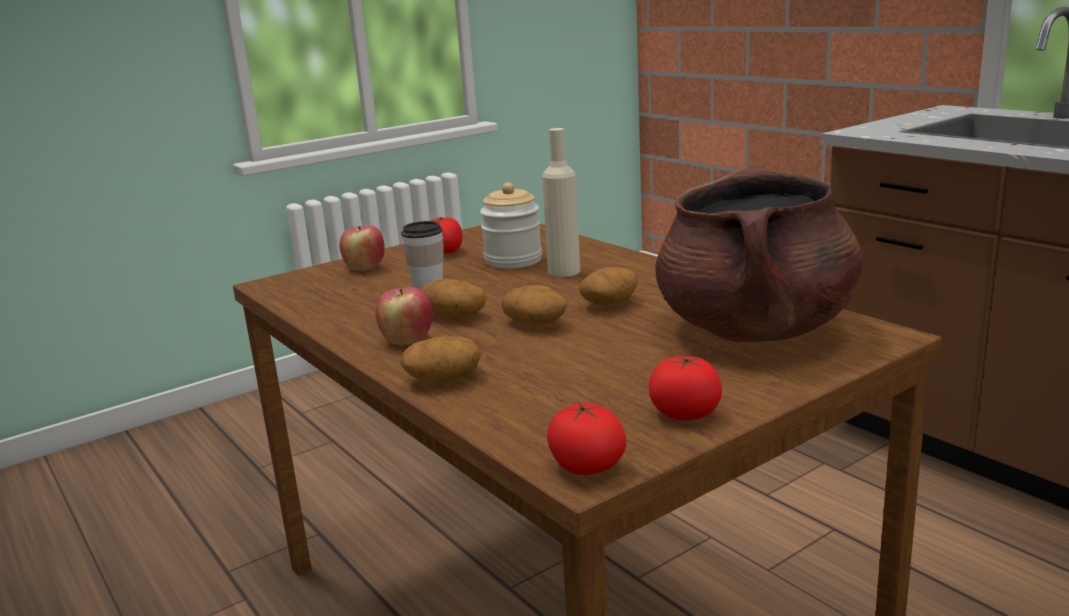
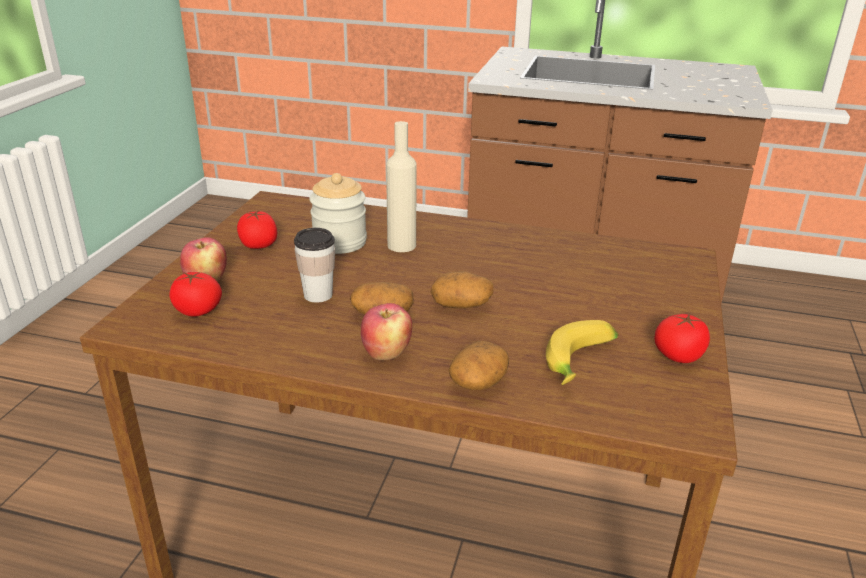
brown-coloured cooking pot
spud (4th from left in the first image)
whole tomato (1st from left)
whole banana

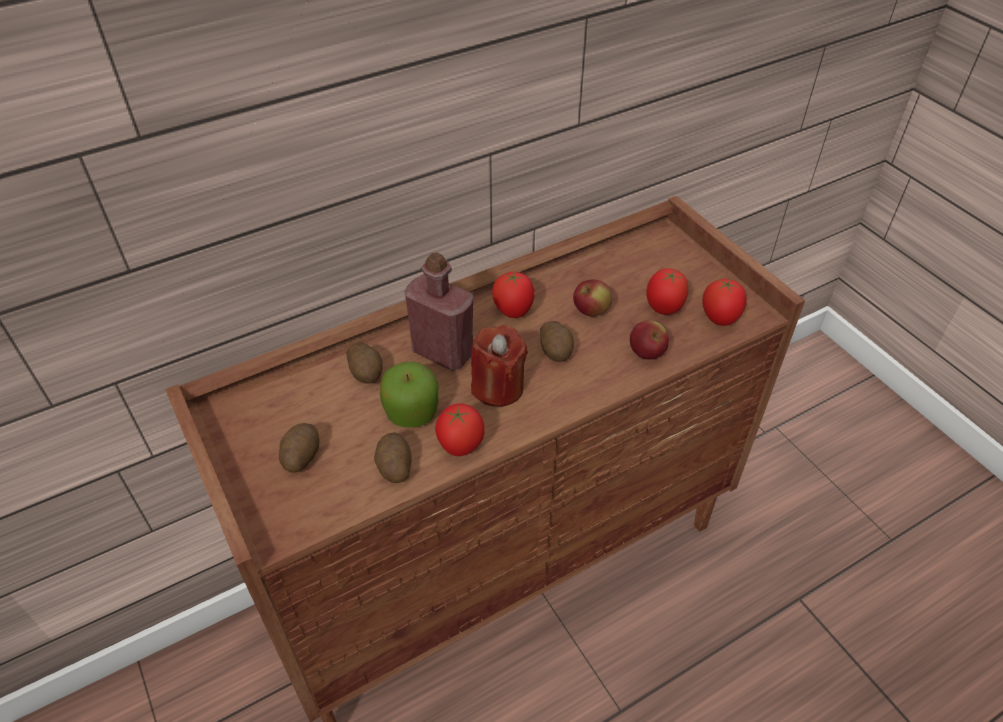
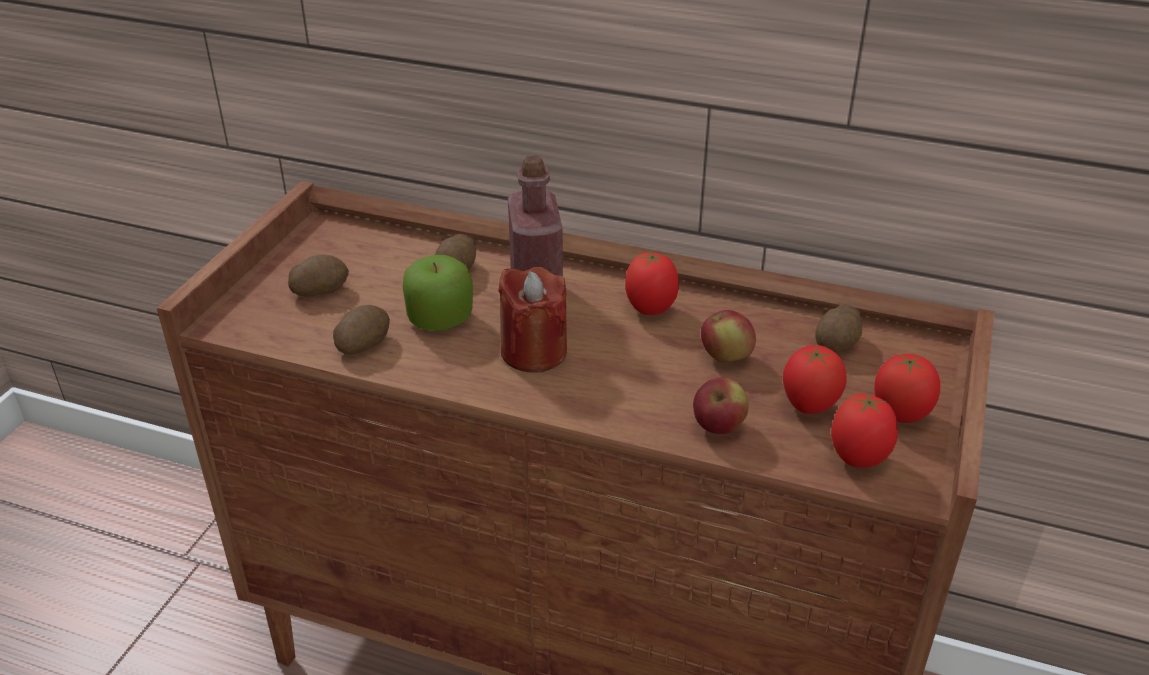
spud (4th from left)
whole tomato (4th from left)

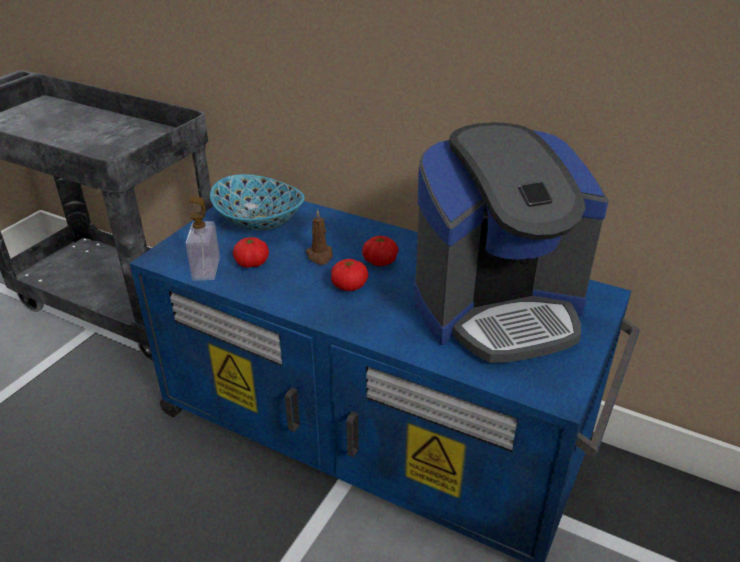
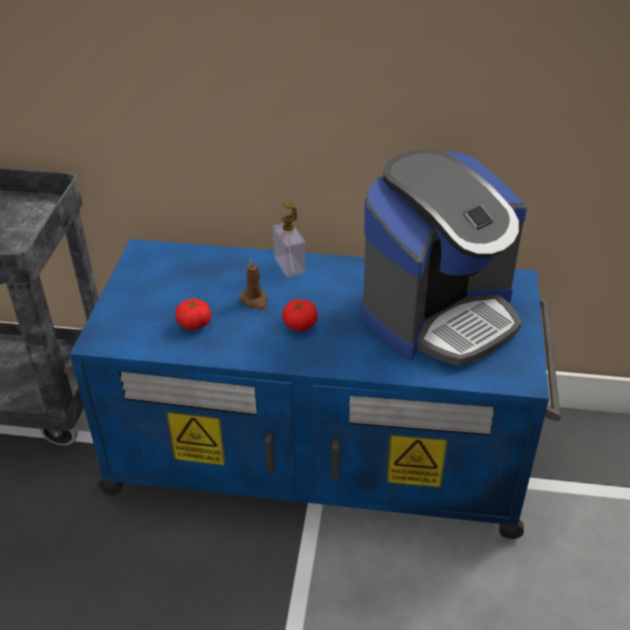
deep dish
soap bottle
whole tomato (3rd from left in the first image)

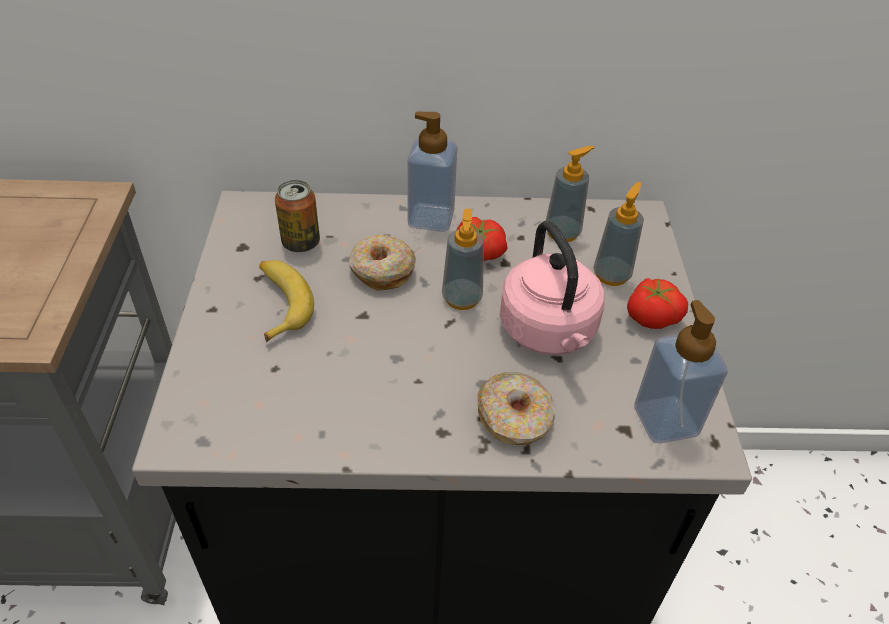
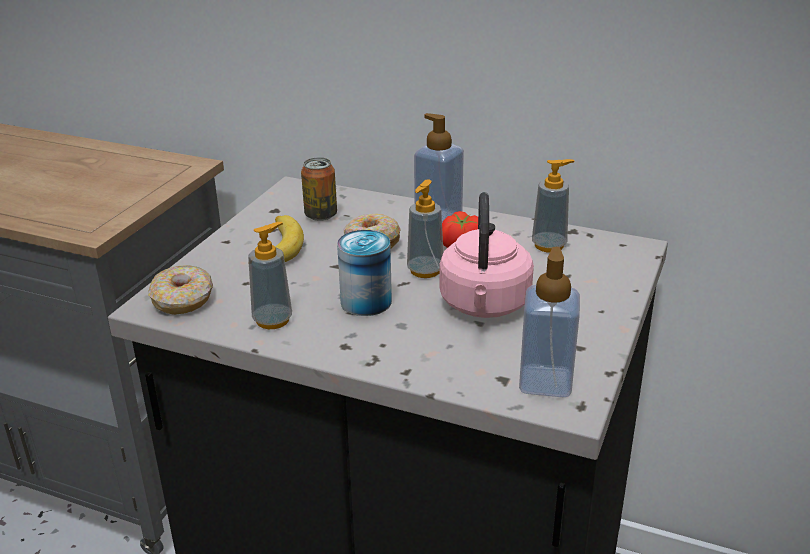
soap bottle (1st from left)
whole tomato (2nd from left in the first image)
ring doughnut (1st from left)
can (2nd from left)

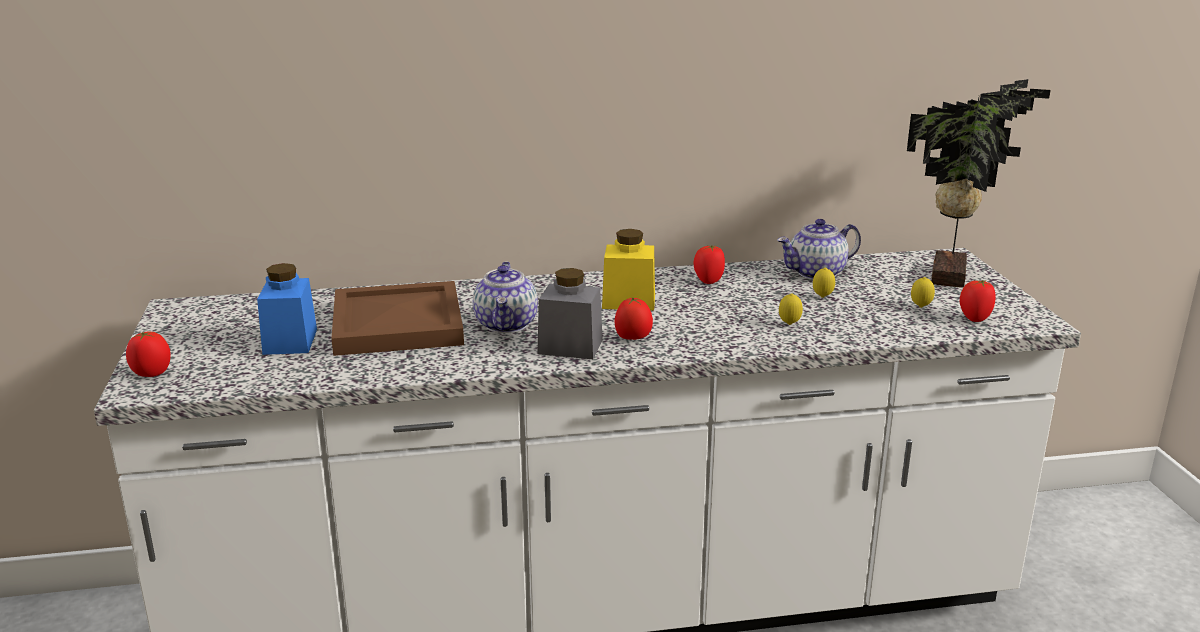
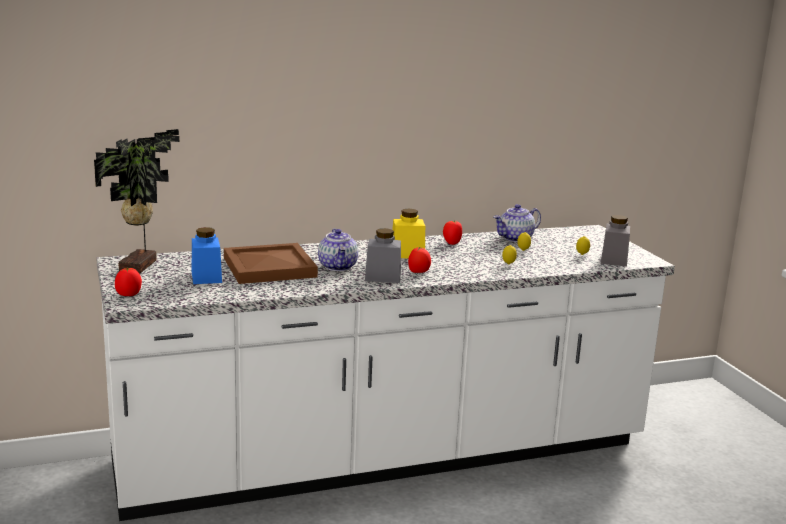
plant in a pot
gray jar (2nd from left)

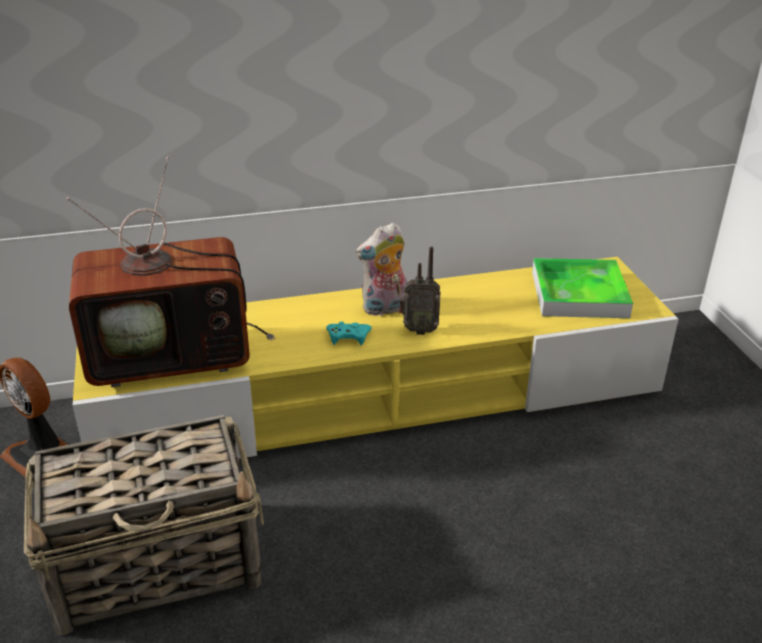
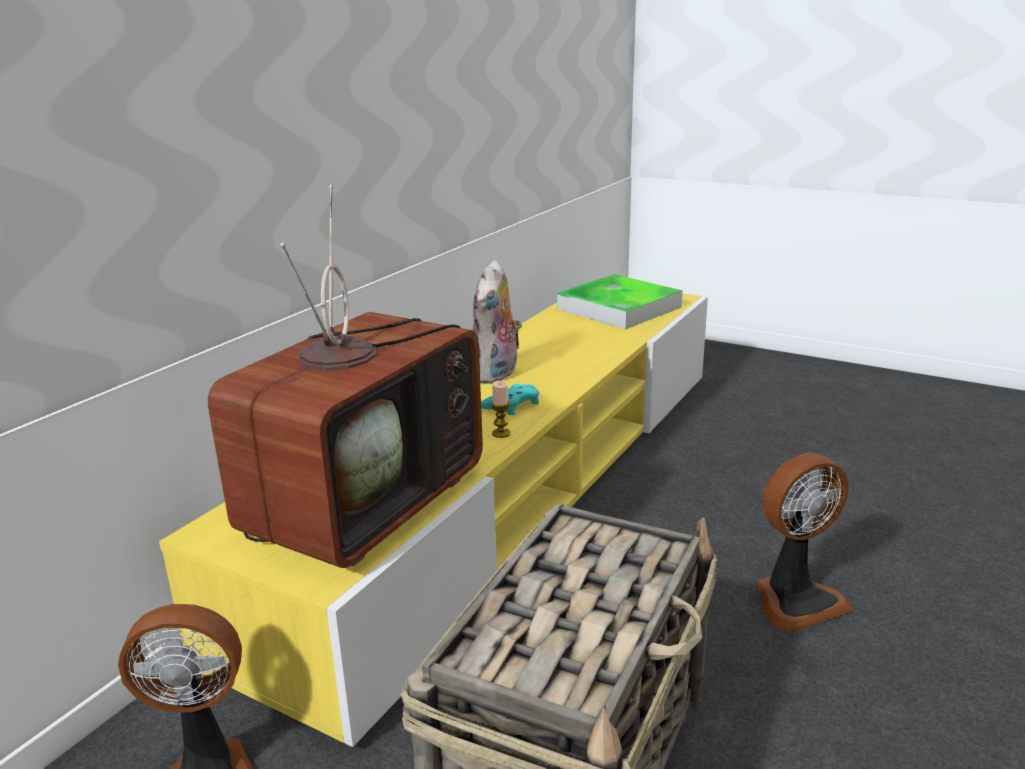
radio receiver
candle
cooling fan (2nd from left)

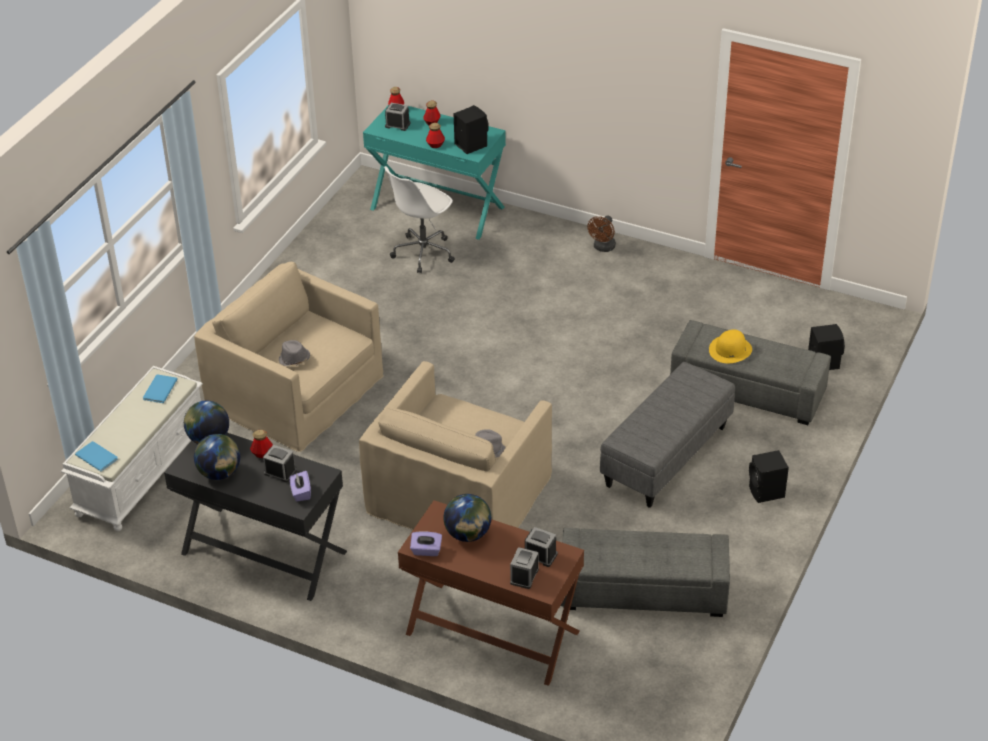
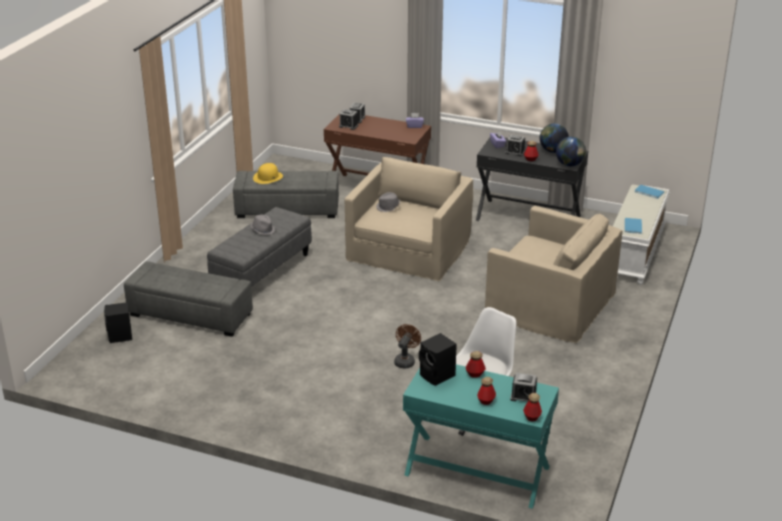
brown-coloured cooling fan
yellow-coloured wearable hat
gray wearable hat (1st from left)
blackish audio speaker (2nd from left in the first image)
world globe (3rd from left in the first image)

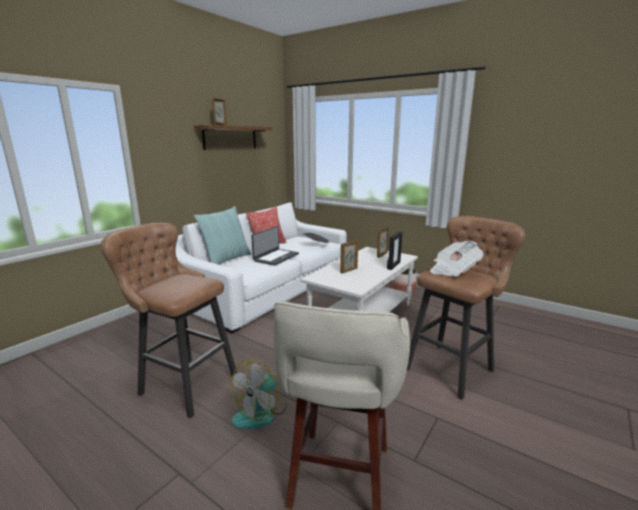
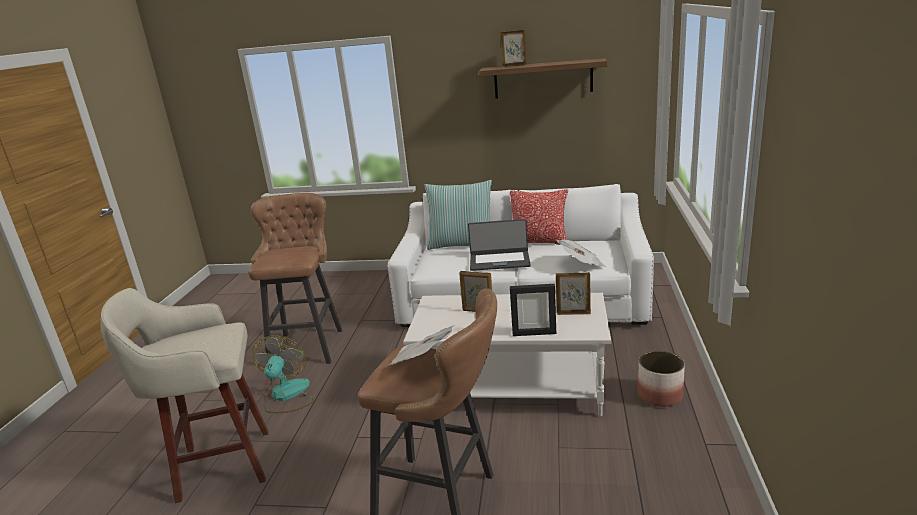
cooling fan

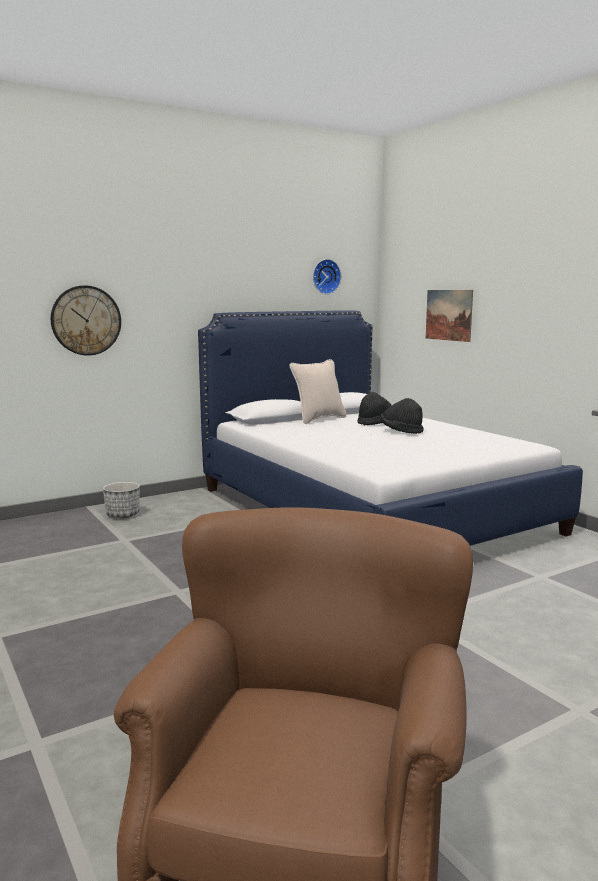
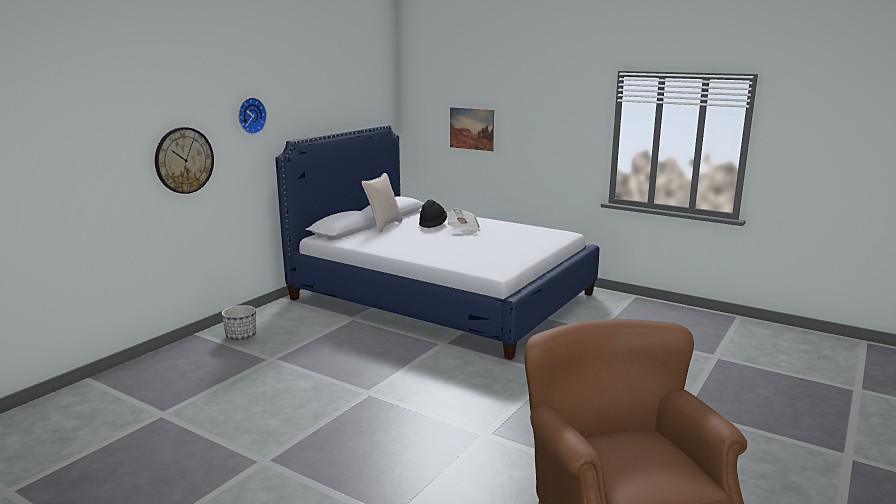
clock on the wall (2nd from left)
daily paper

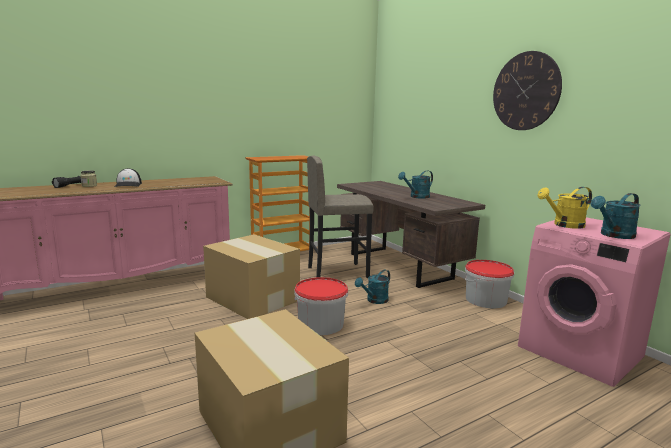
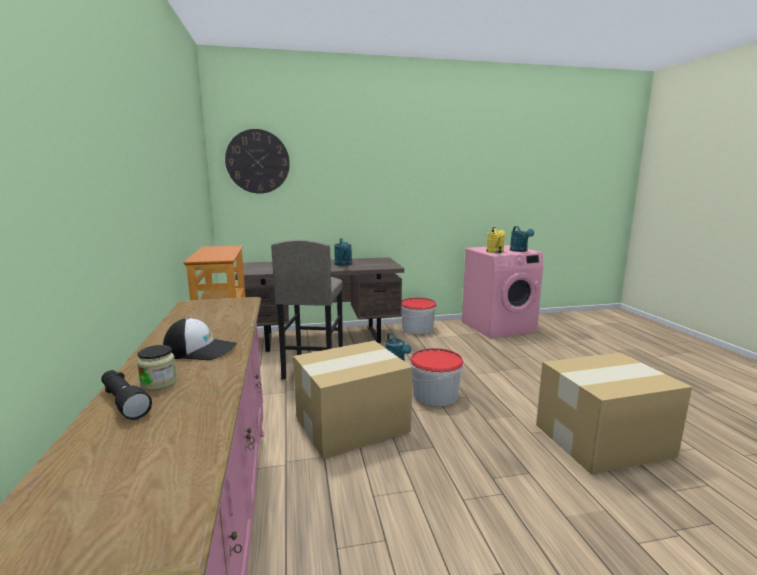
clock on the wall

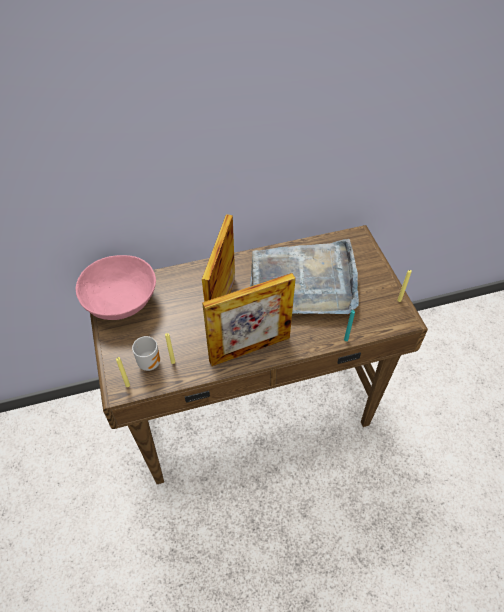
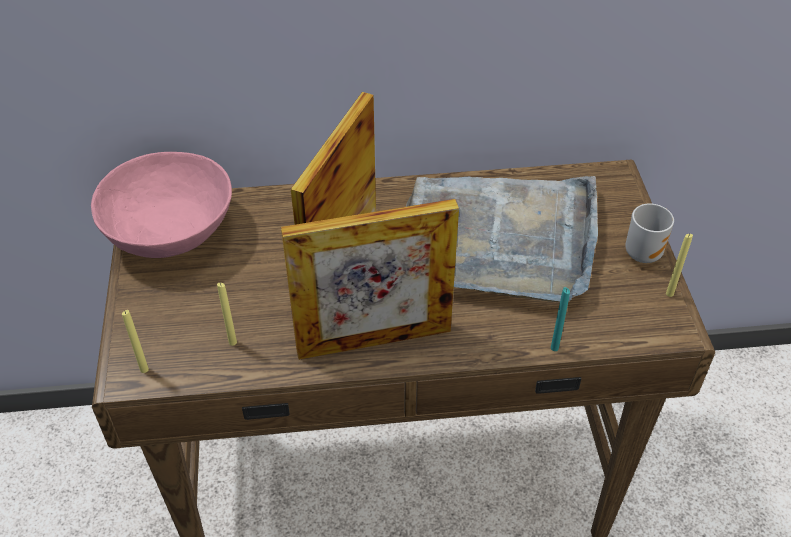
mug

